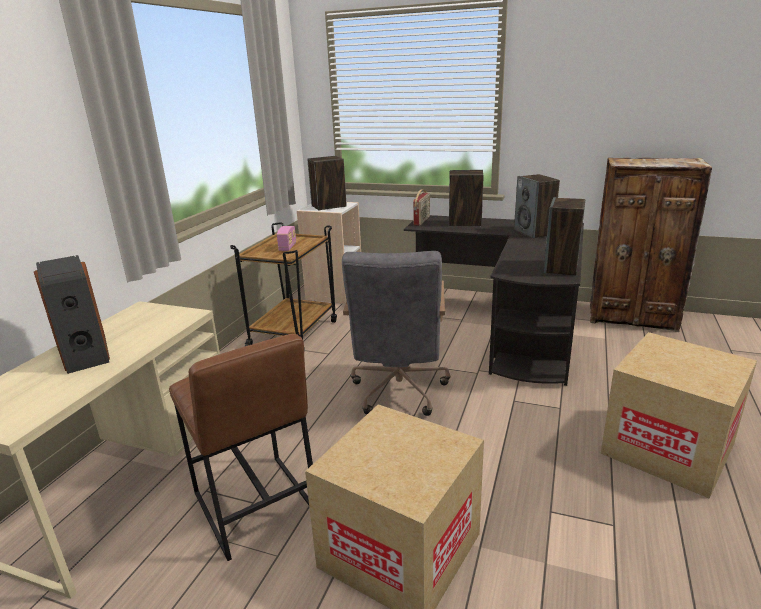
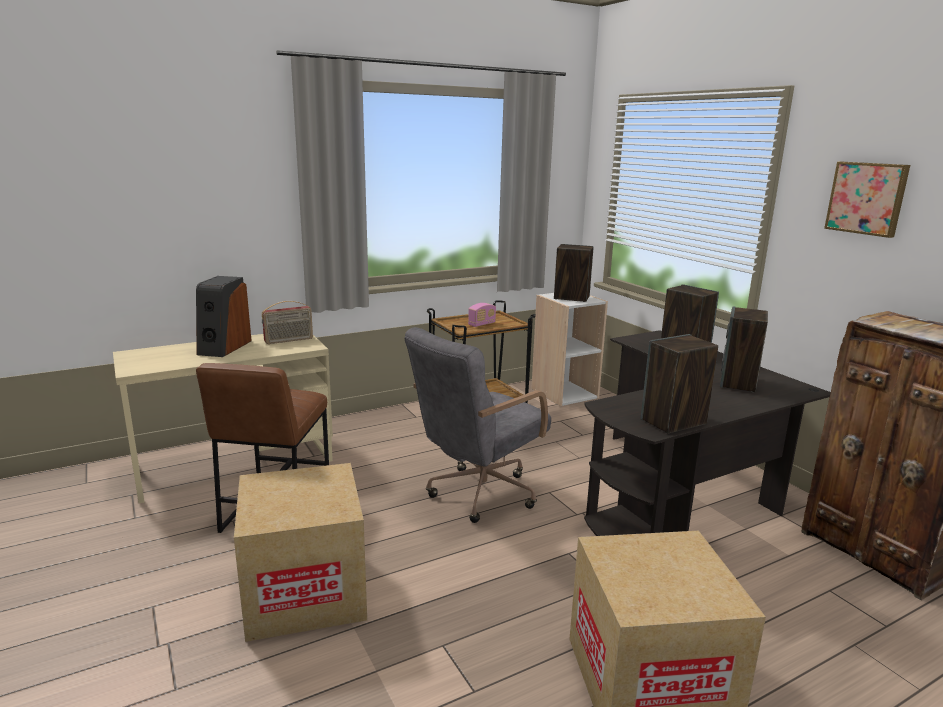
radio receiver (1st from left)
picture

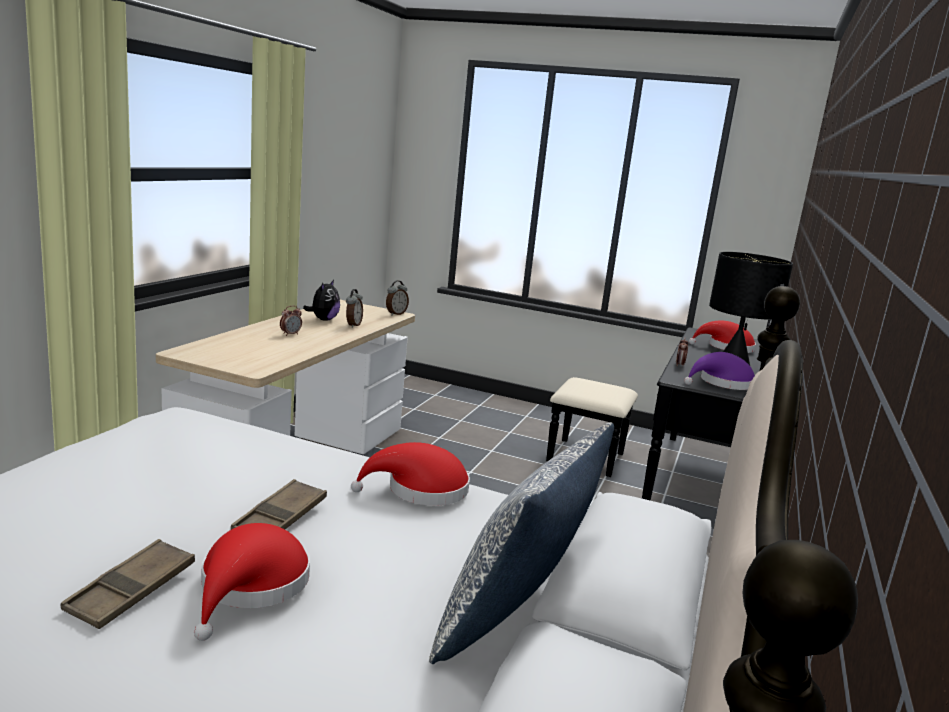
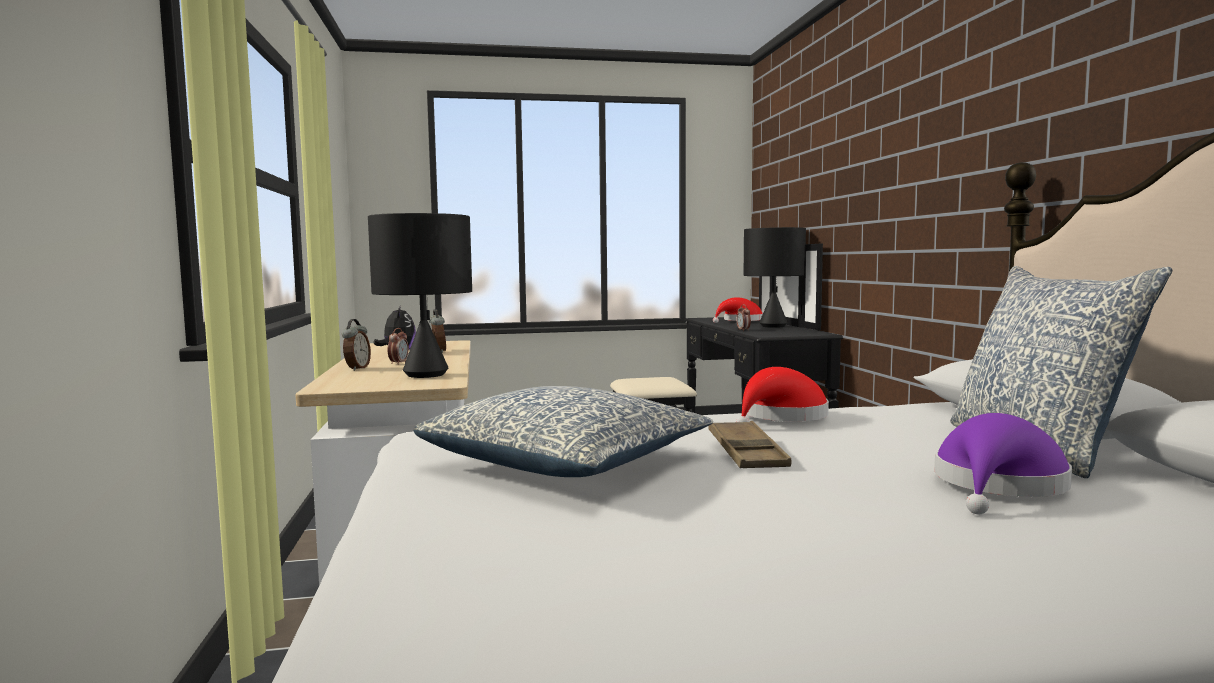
table clock (1st from left)
purple wearable hat
red-coloured wearable hat (1st from left in the first image)
brown-coloured serving tray (1st from left in the first image)
blackish table lamp (1st from left)
pillow (1st from left)

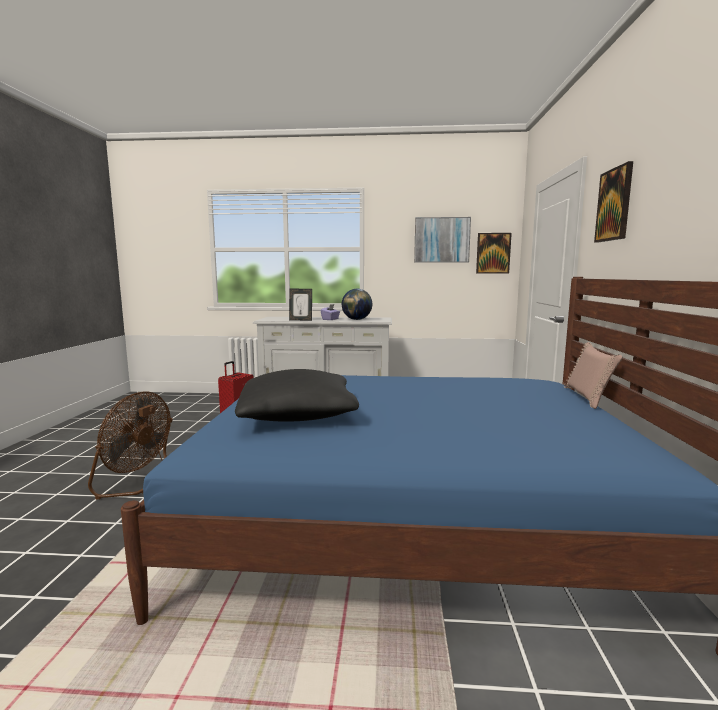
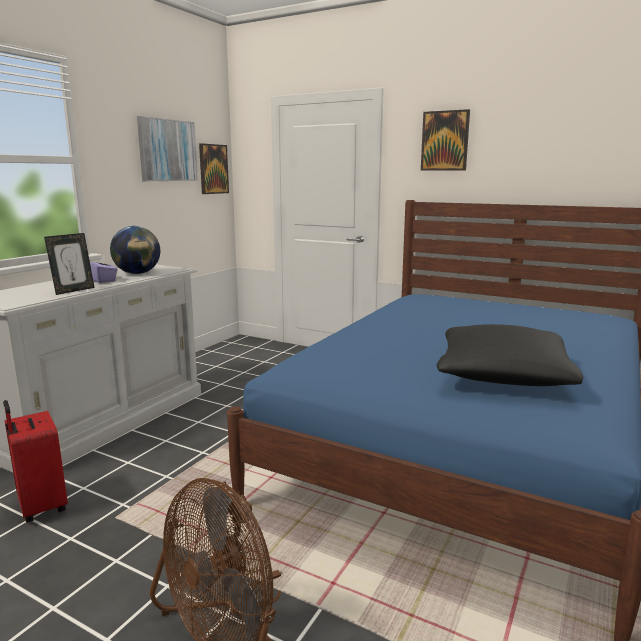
beige pillow

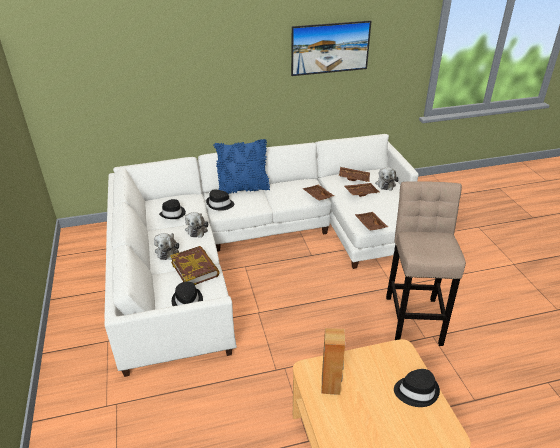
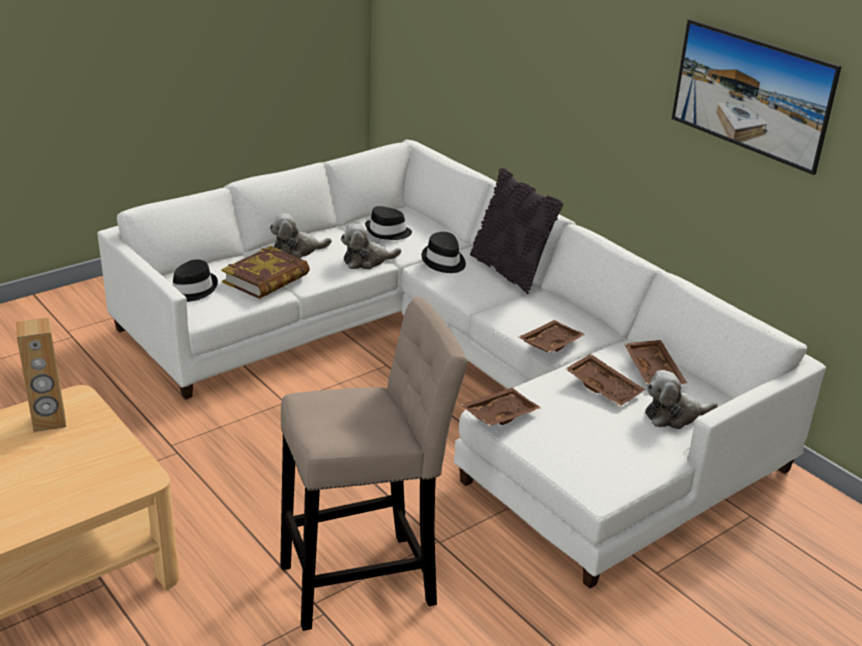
blackish pillow
blackish wearable hat (4th from left in the first image)

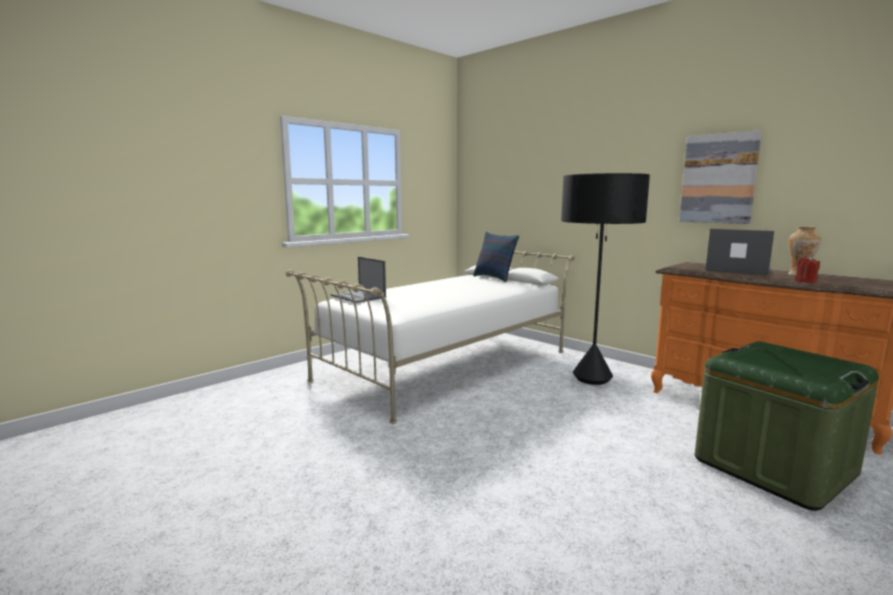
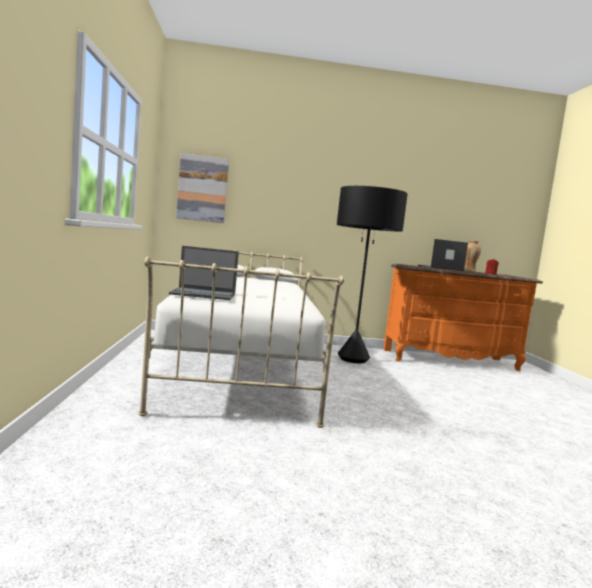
picture
blue-coloured pillow
greenish storage box

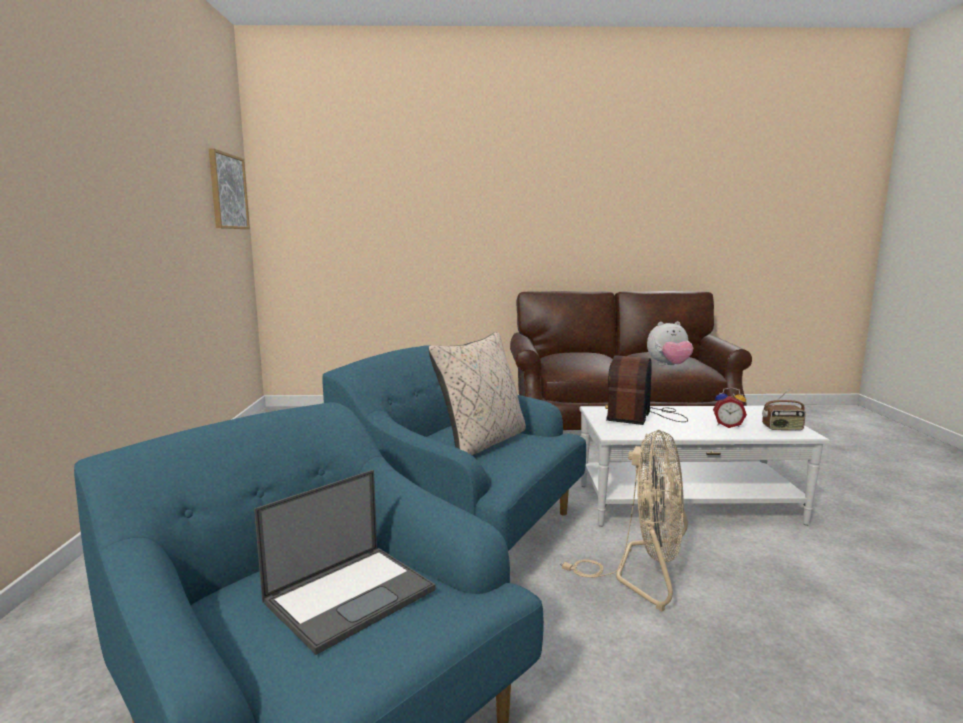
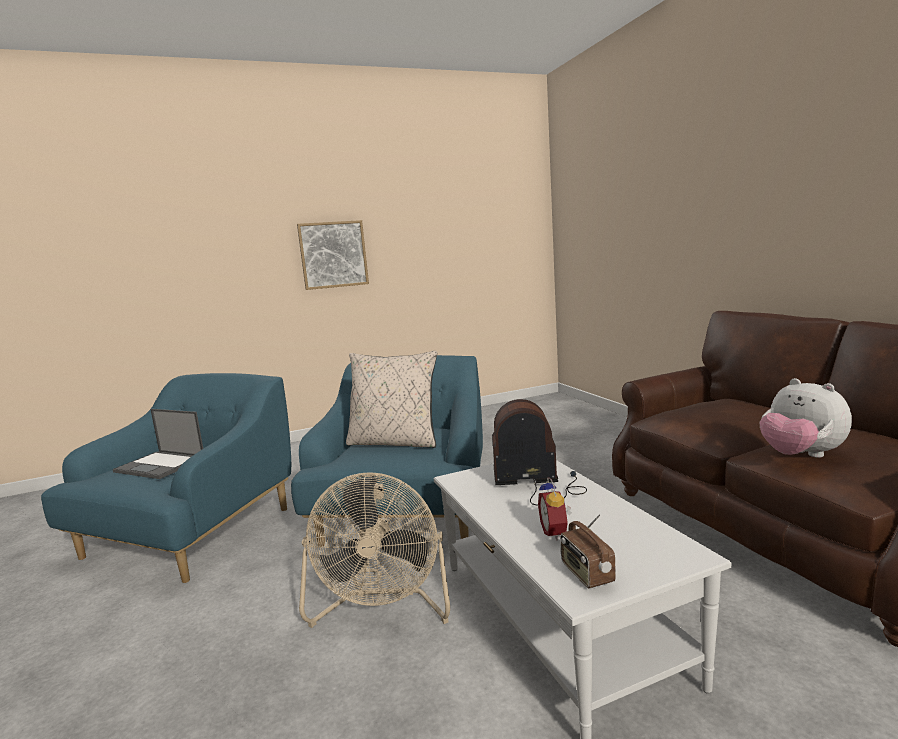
picture

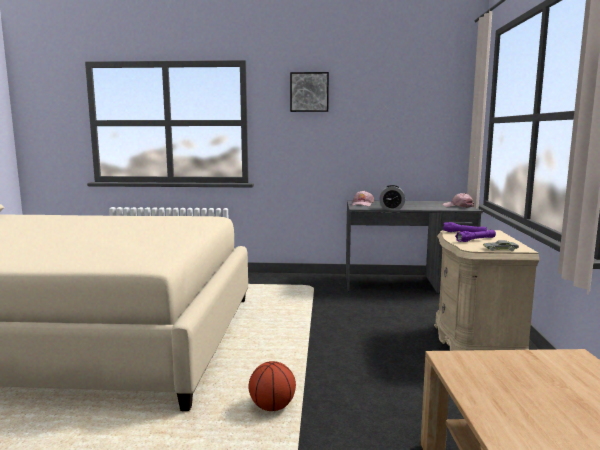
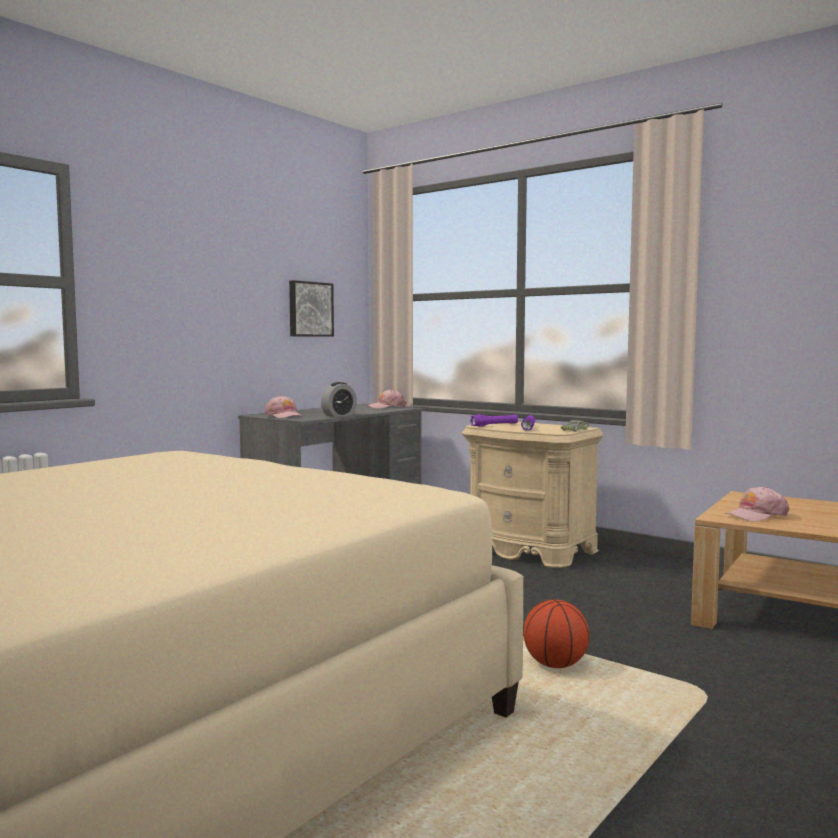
picture
pink-coloured baseball cap (3rd from left)

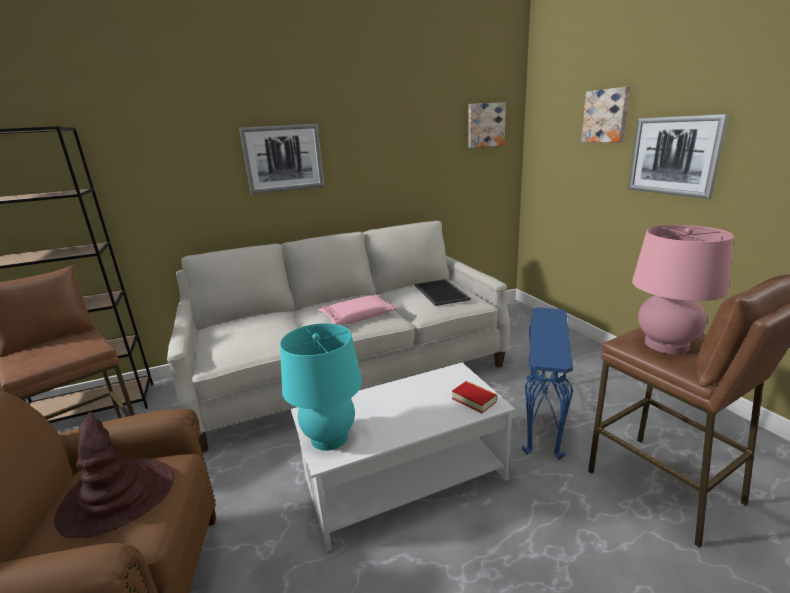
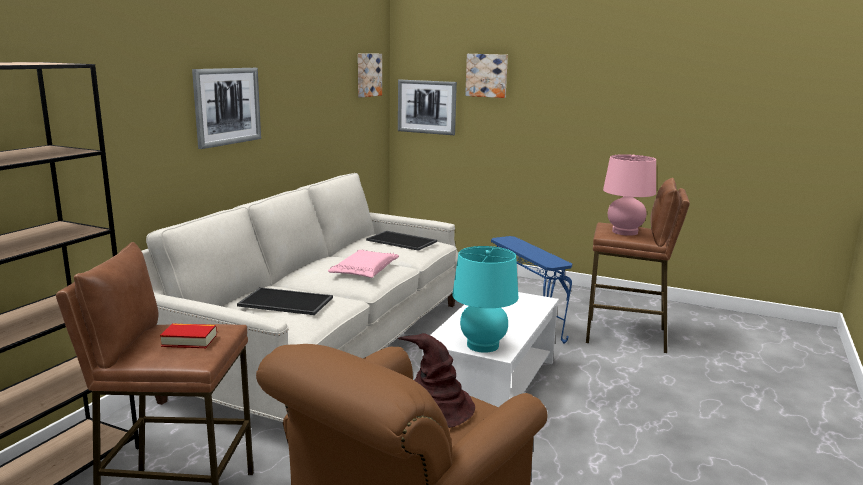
picture (3rd from left)
volume
serving tray (1st from left)

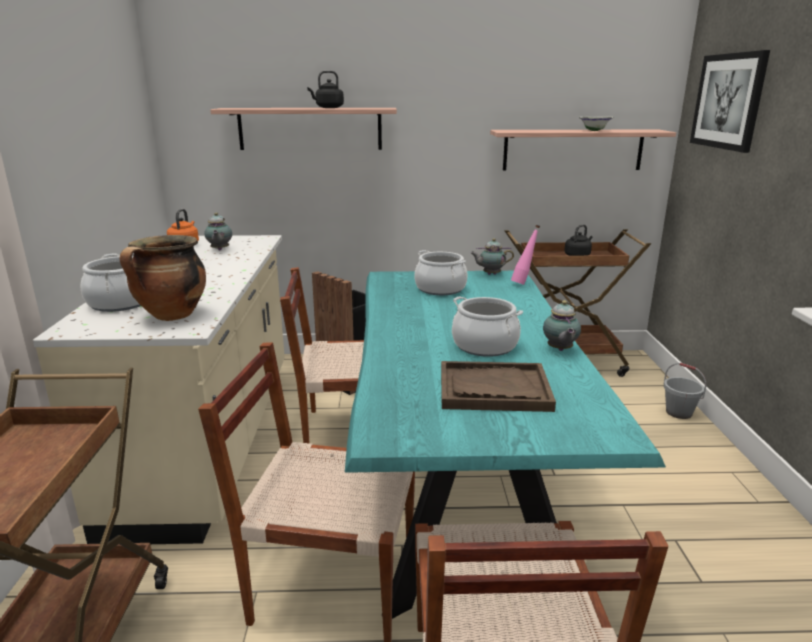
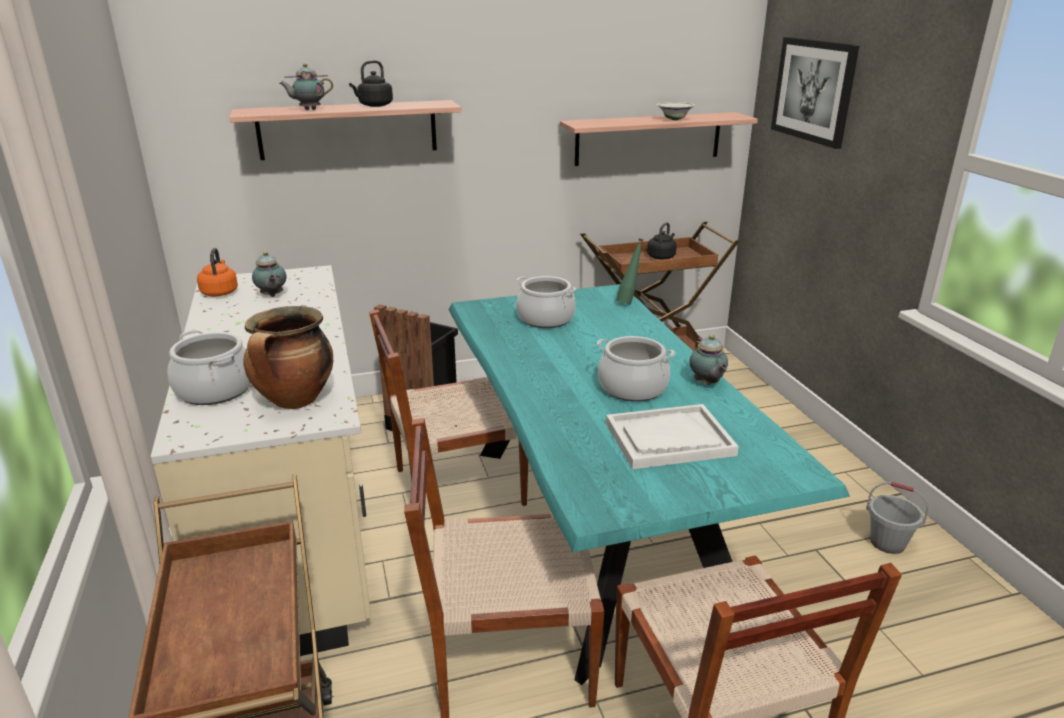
greenish beverage bottle
tea pot (2nd from left)
white serving tray
gray bucket

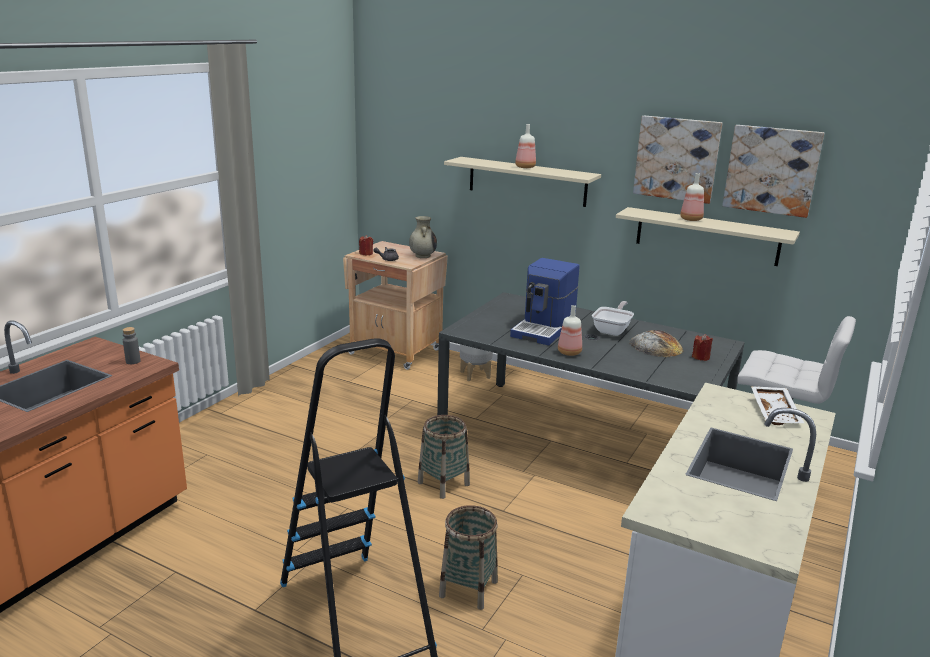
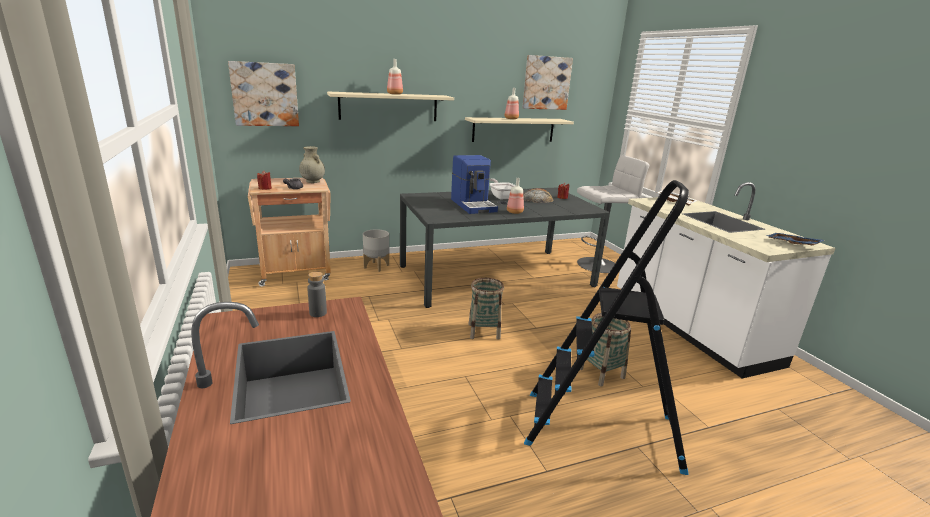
picture (1st from left)
blue-coloured serving tray

